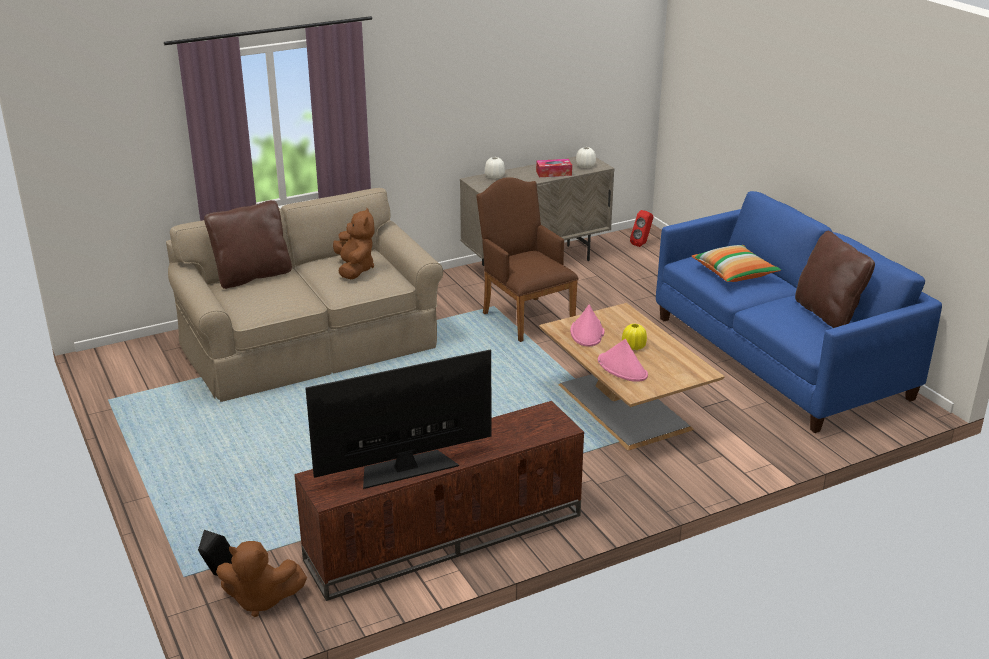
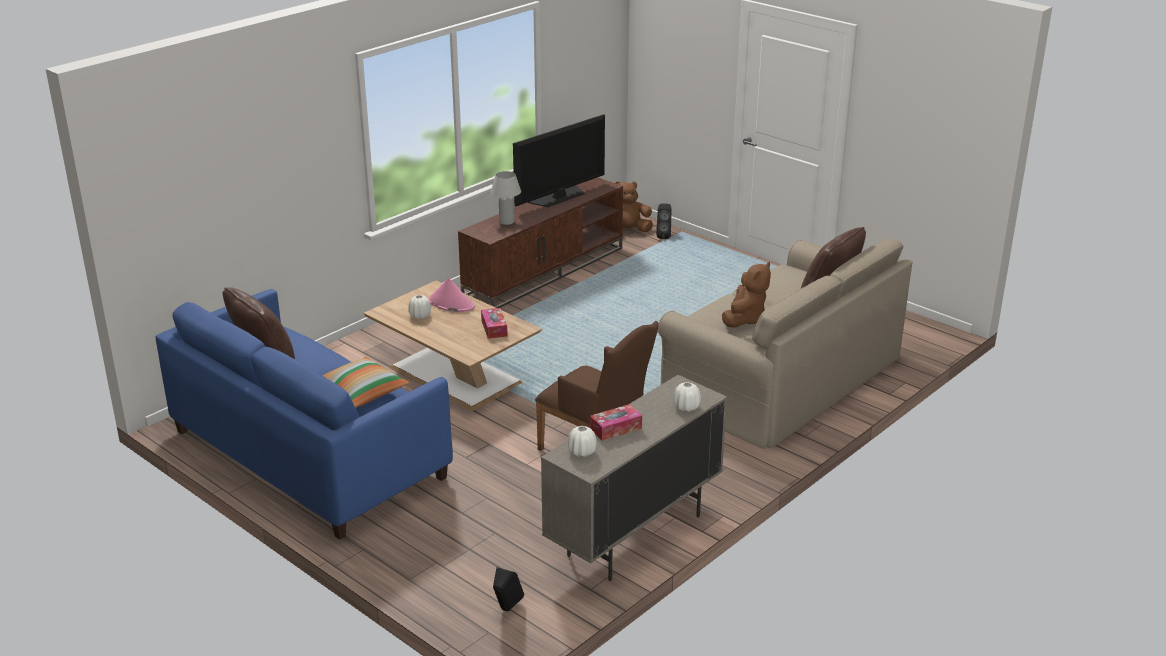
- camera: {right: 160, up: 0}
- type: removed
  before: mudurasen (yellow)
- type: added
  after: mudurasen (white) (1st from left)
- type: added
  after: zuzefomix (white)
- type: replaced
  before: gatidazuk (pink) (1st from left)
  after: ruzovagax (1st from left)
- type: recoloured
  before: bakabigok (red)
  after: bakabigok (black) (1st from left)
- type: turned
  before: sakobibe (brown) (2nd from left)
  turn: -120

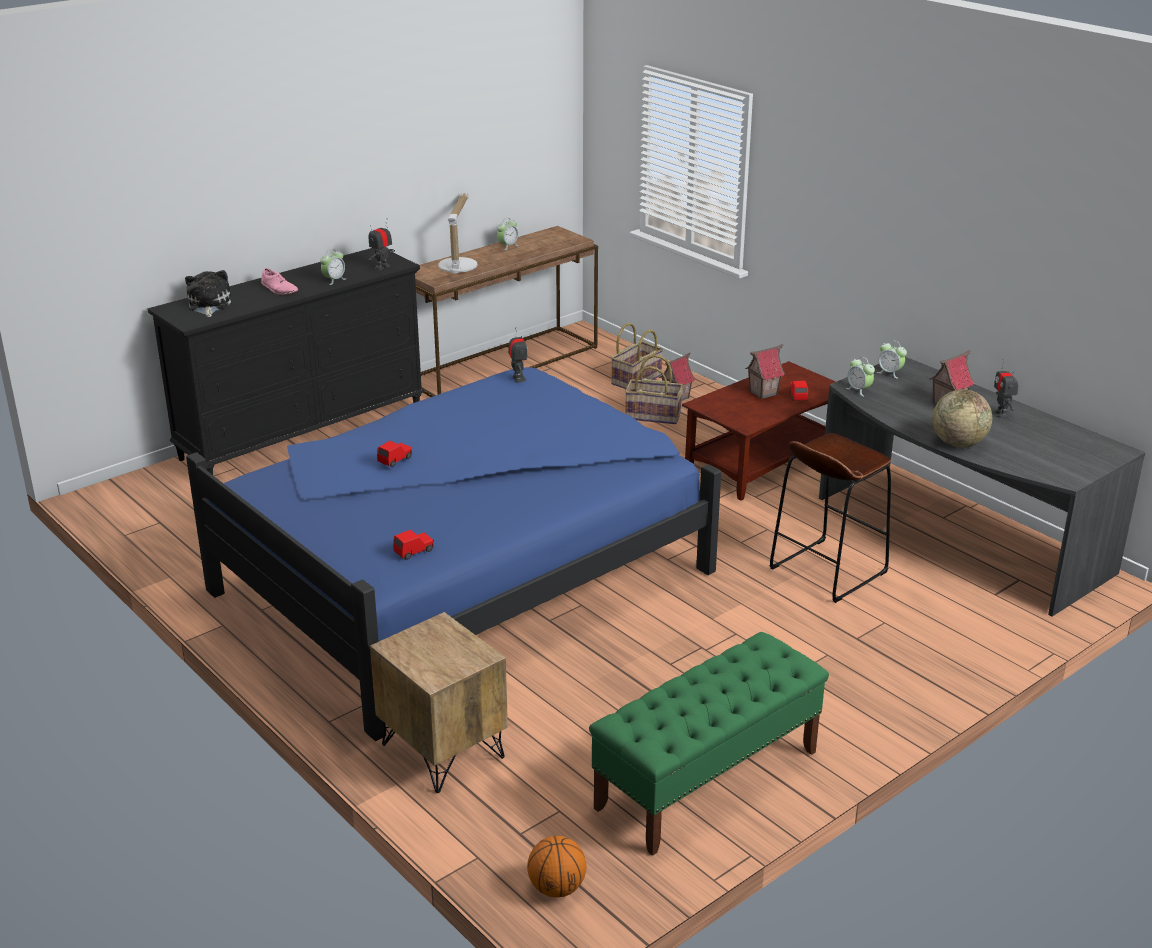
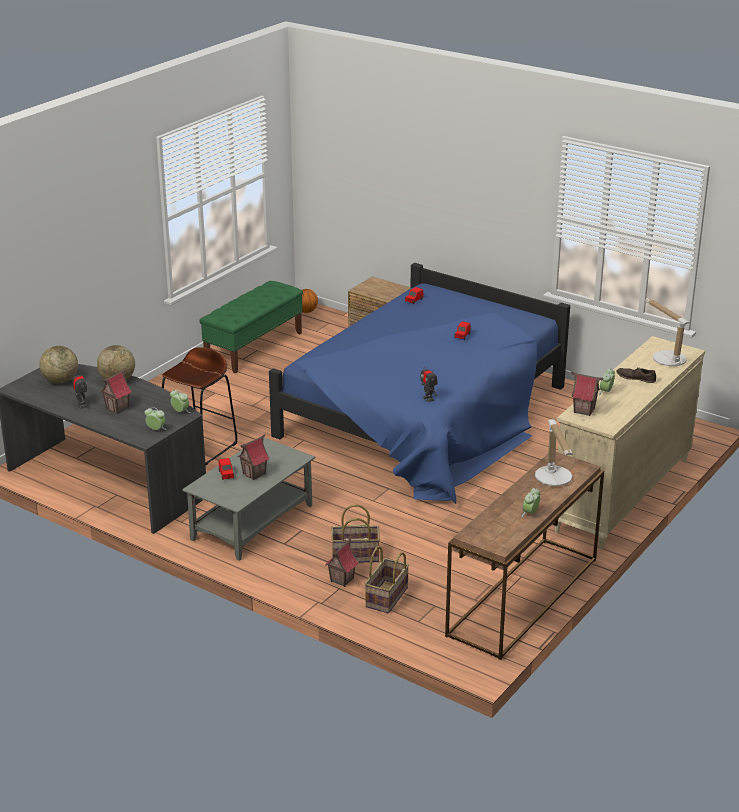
- camera: {right: 165, up: 0}
- type: added
  after: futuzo (1st from left)
- type: replaced
  before: sakobibe
  after: zuzefomix (2nd from left)
- type: replaced
  before: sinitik (1st from left)
  after: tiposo (4th from left)
- type: recoloured
  before: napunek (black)
  after: napunek (beige)
- type: recoloured
  before: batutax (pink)
  after: batutax (brown)
- type: recoloured
  before: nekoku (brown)
  after: nekoku (grey)

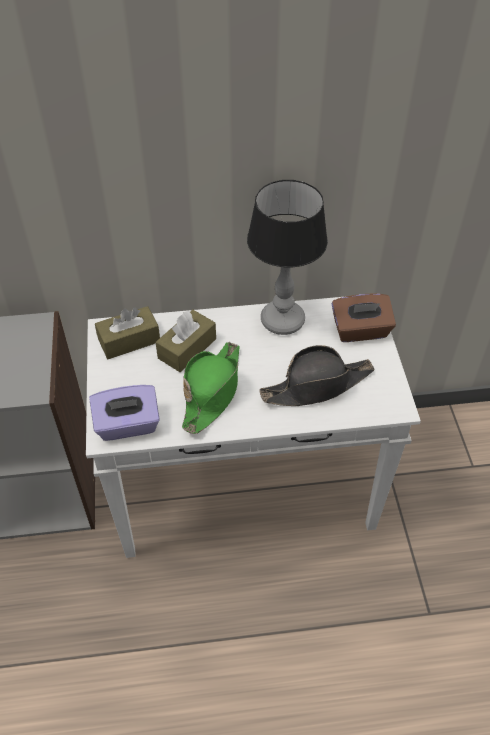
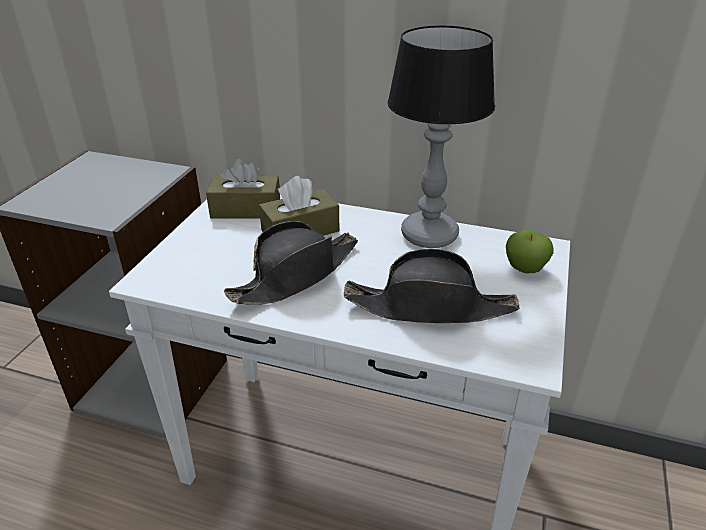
- camera: {right: 25, up: -15}
- type: removed
  before: ruzovagax (purple)
- type: replaced
  before: ruzovagax (brown) (3rd from left)
  after: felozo
- type: recoloured
  before: gatidazuk (green)
  after: gatidazuk (black) (1st from left)

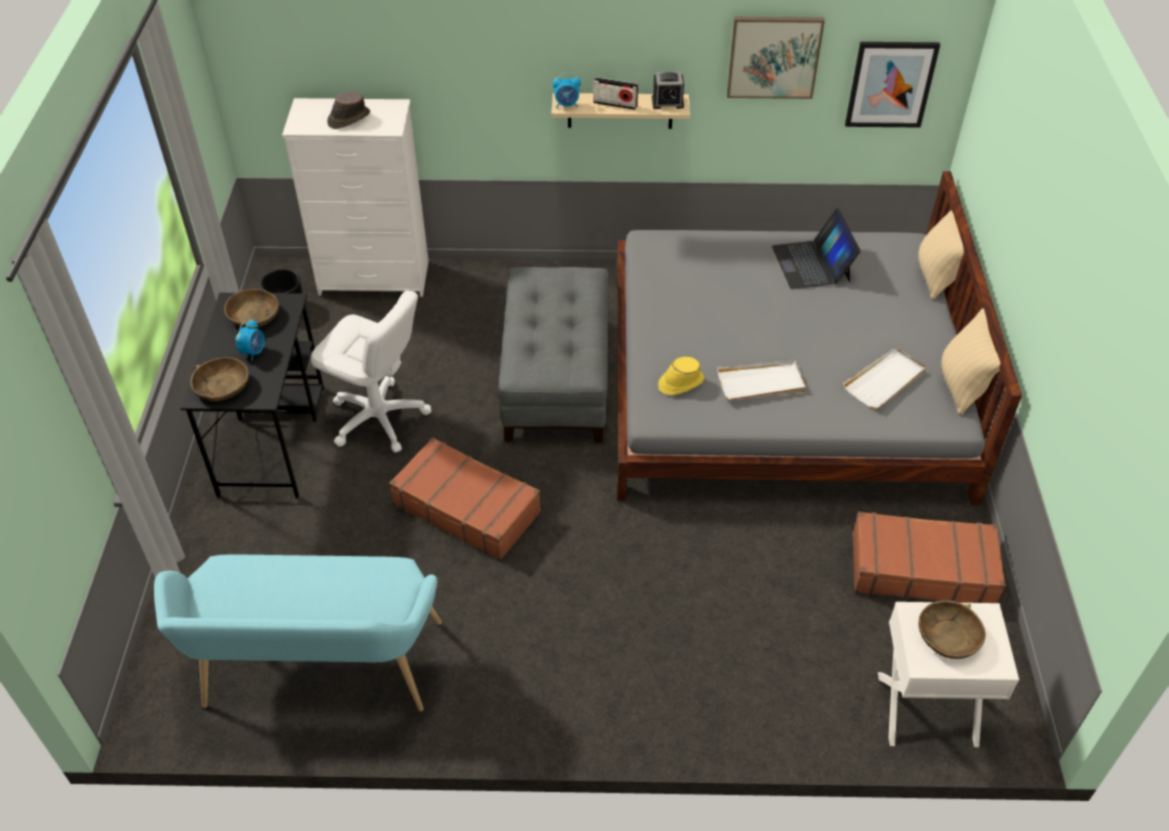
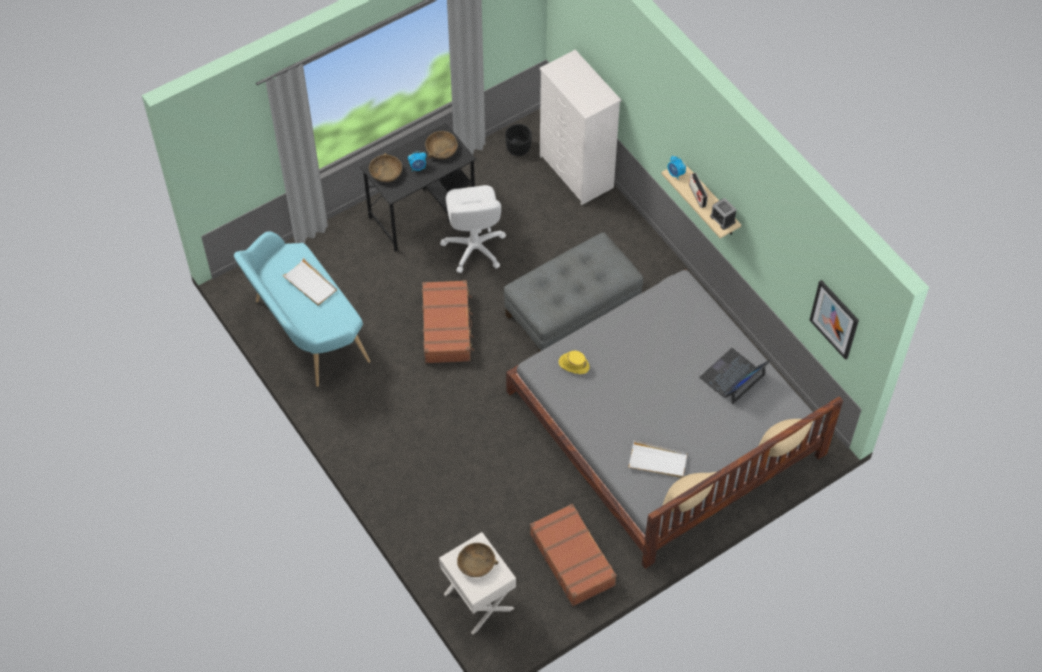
- camera: {right: 55, up: 10}
- type: removed
  before: gatidazuk (brown)
- type: removed
  before: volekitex (1st from left)
- type: moved
  before: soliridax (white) (1st from left)

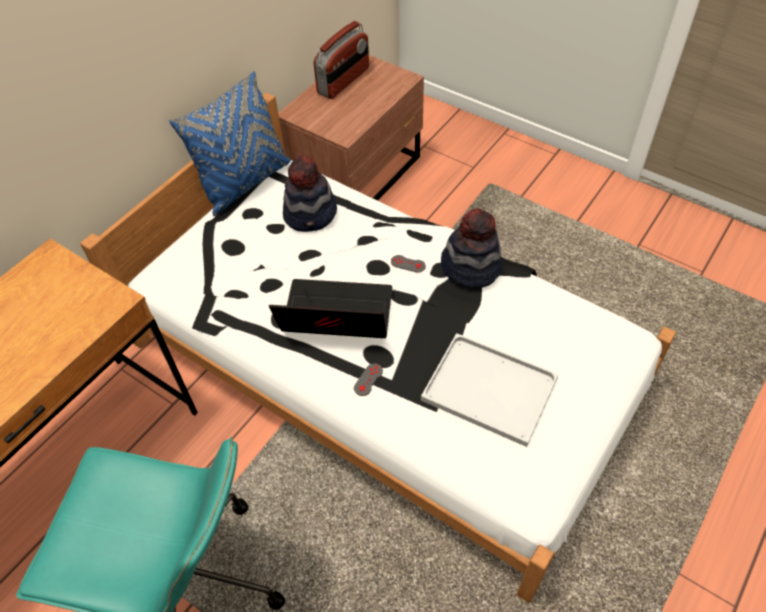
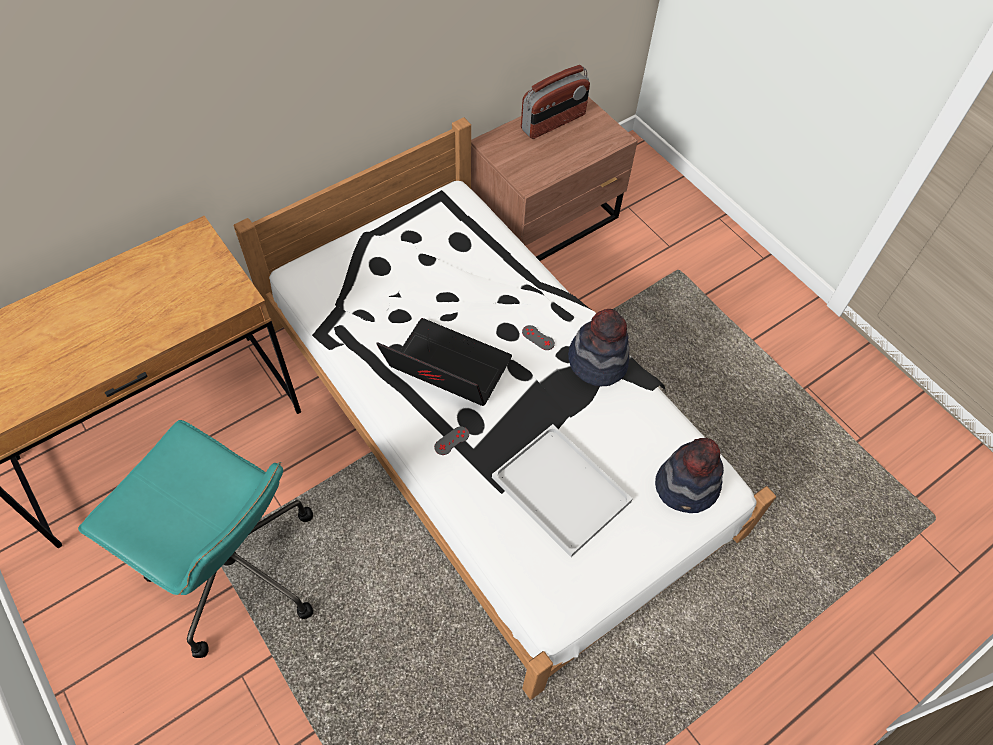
- camera: {right: 15, up: 5}
- type: removed
  before: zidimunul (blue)
- type: moved
  before: gatidazuk (1st from left in the first image)
  after: gatidazuk (2nd from left)

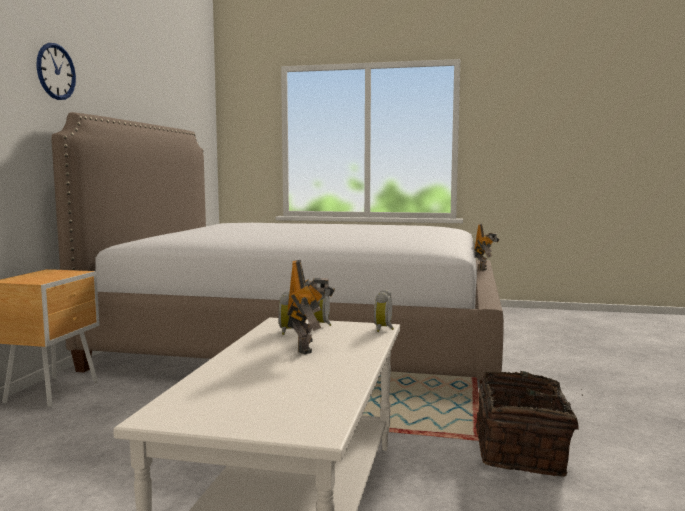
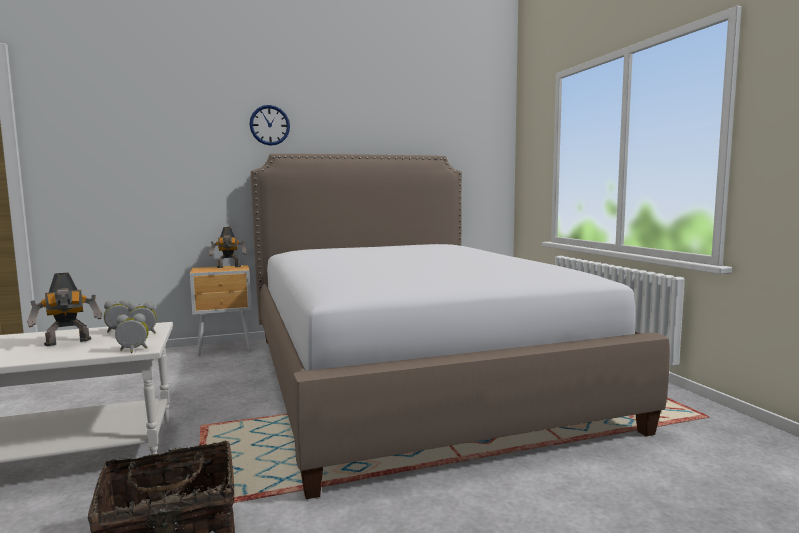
- camera: {right: 60, up: 0}
- type: moved
  before: sinitik (2nd from left)

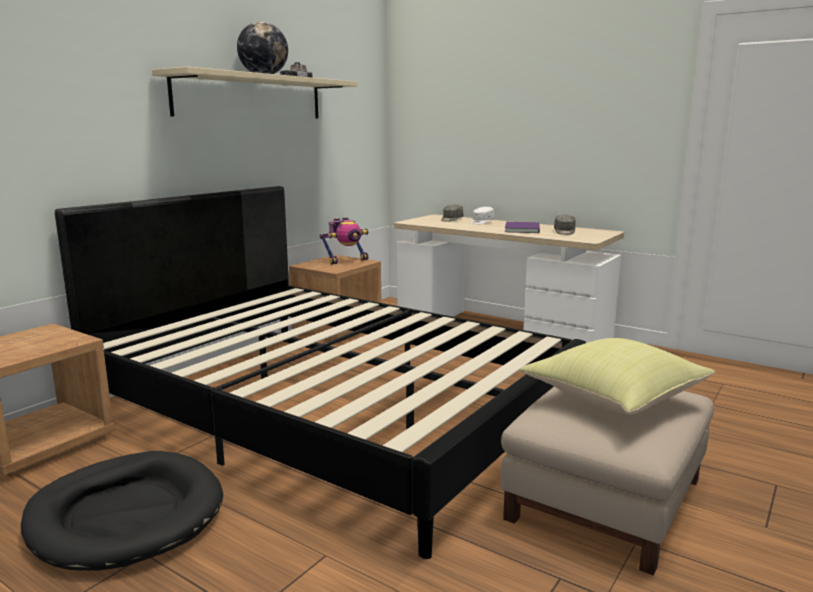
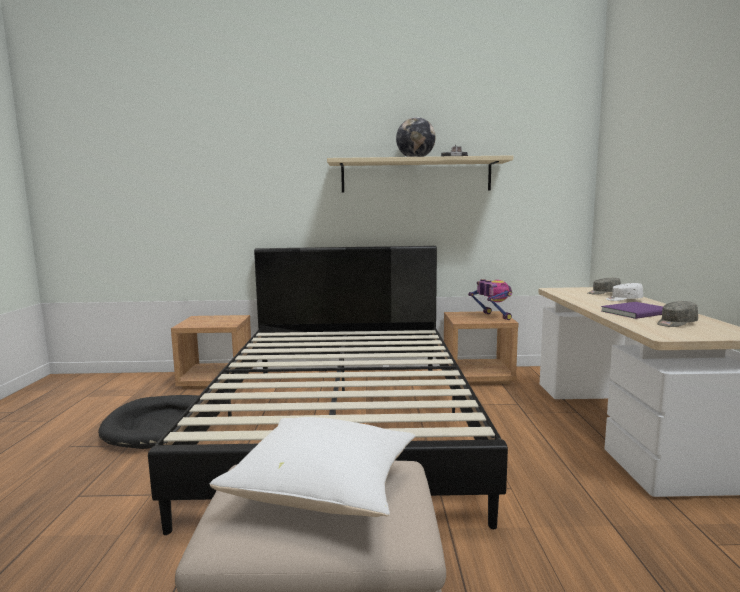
- camera: {right: 55, up: -5}
- type: recoloured
  before: zidimunul (yellow)
  after: zidimunul (white)
- type: turned
  before: sinitik
  turn: -135

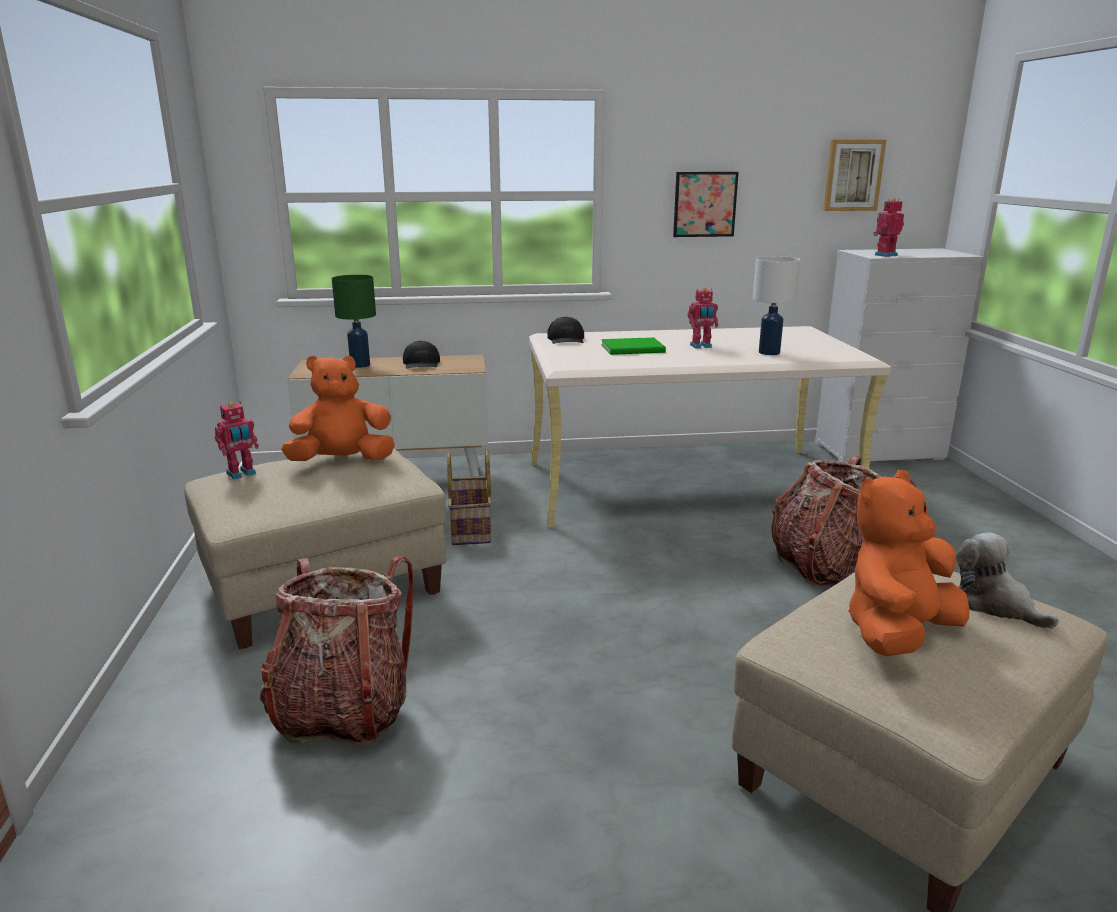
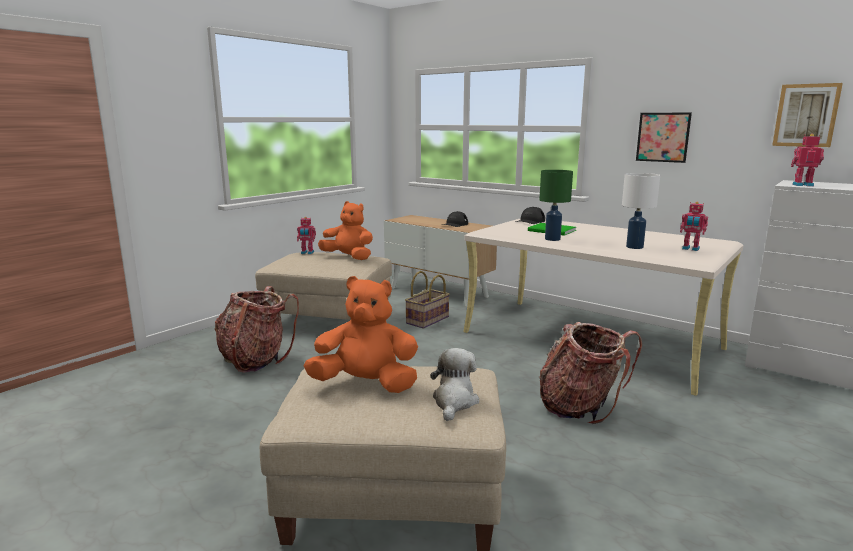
- camera: {right: 45, up: -5}
- type: moved
  before: zuzefomix (green)
- type: moved
  before: sinitik (2nd from left)

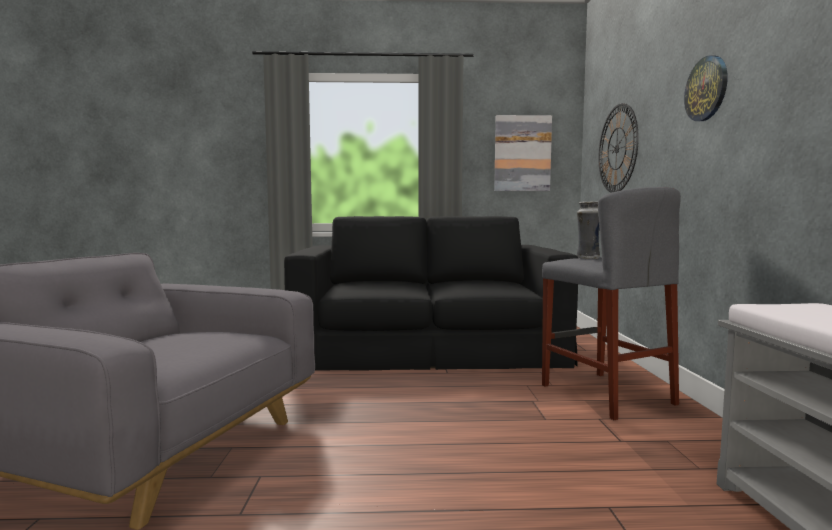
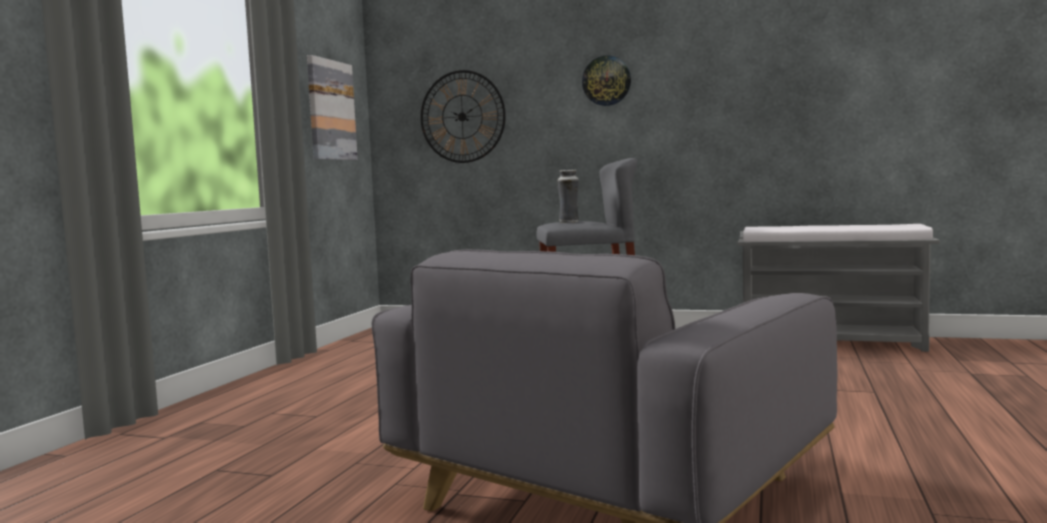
- camera: {right: -70, up: 0}
- type: removed
  before: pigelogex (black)

